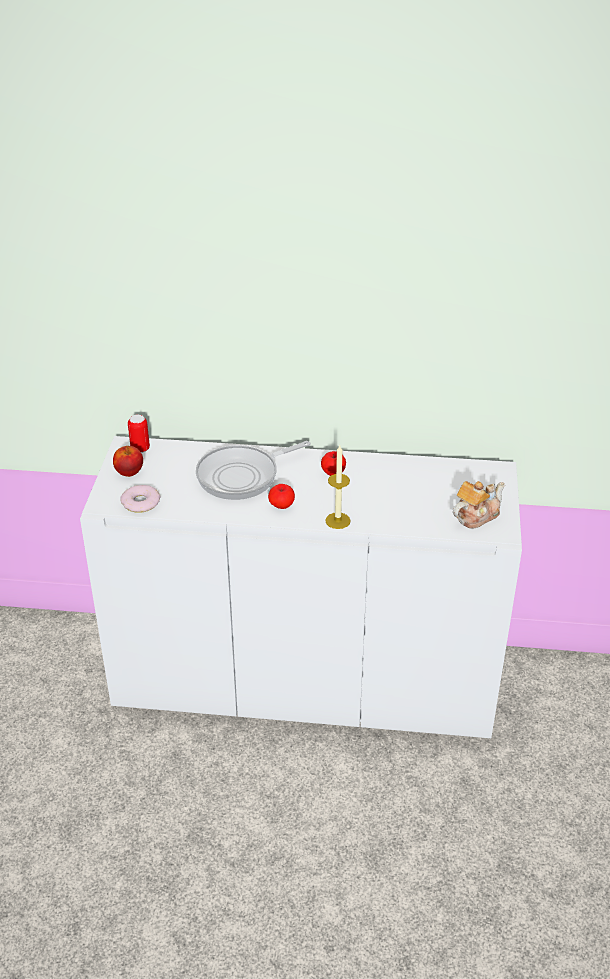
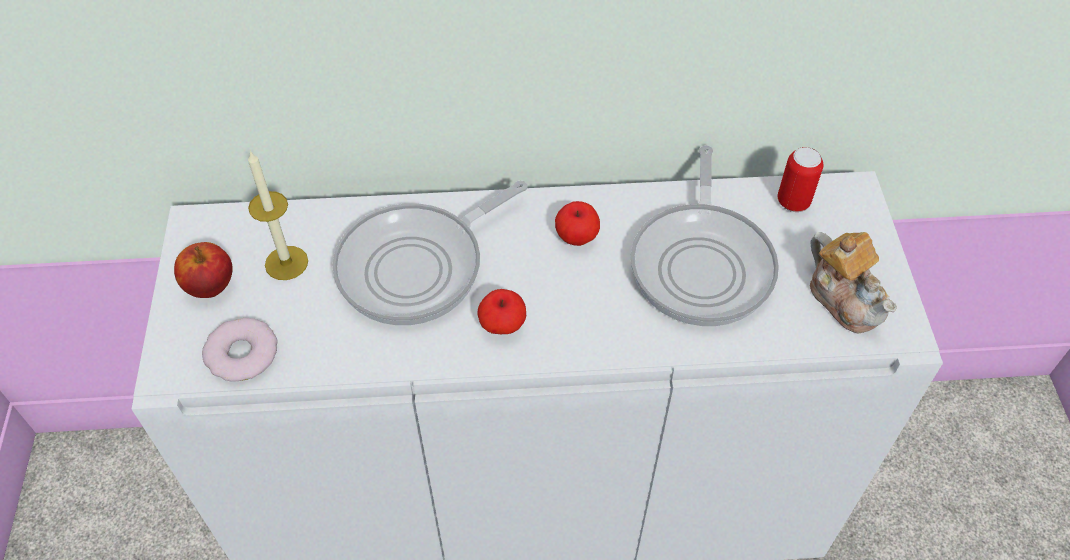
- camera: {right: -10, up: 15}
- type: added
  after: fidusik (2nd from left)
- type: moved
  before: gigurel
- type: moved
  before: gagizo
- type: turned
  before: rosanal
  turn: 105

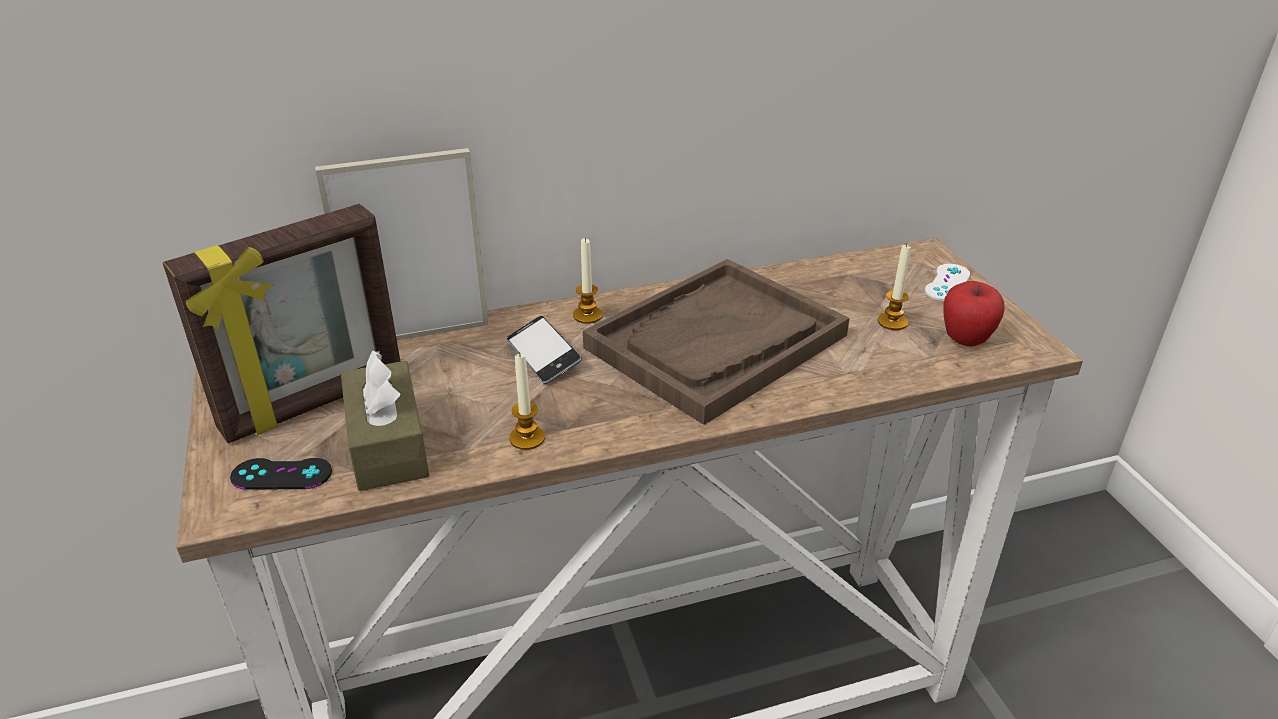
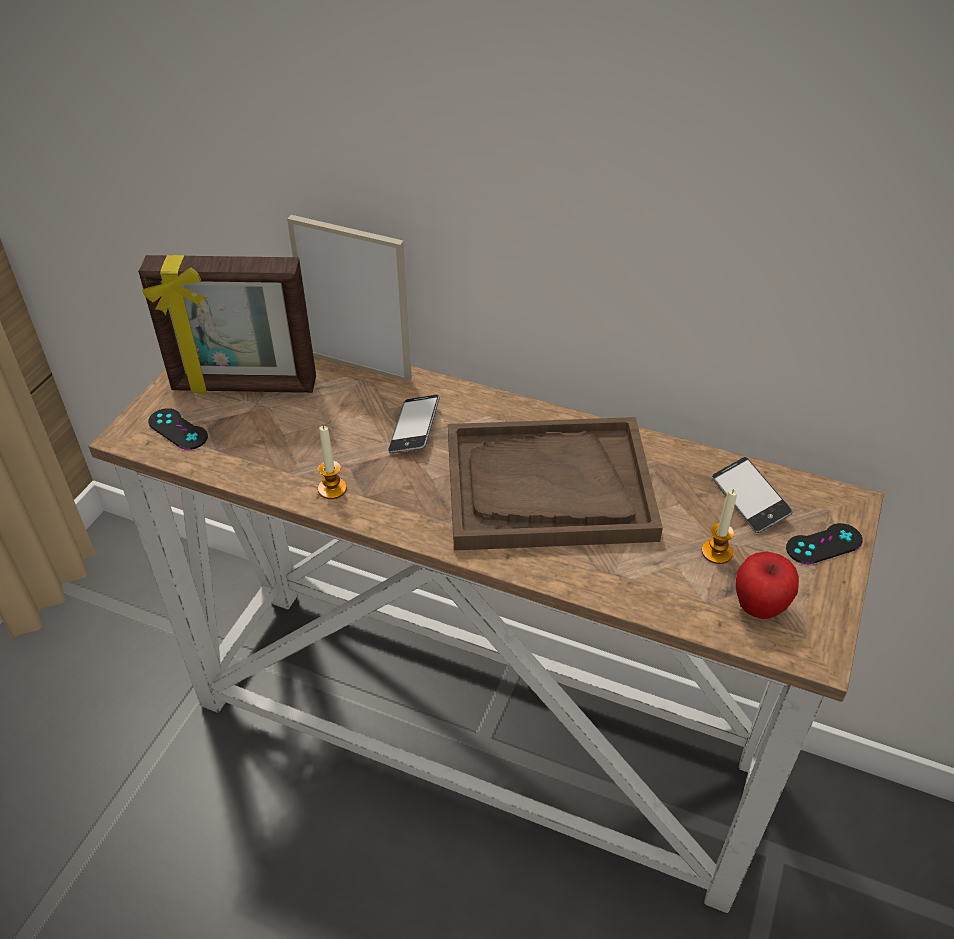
- camera: {right: 40, up: 10}
- type: removed
  before: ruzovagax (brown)
- type: removed
  before: gagizo (2nd from left)
- type: added
  after: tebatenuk (2nd from left)
- type: recoloured
  before: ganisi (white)
  after: ganisi (black) (2nd from left)

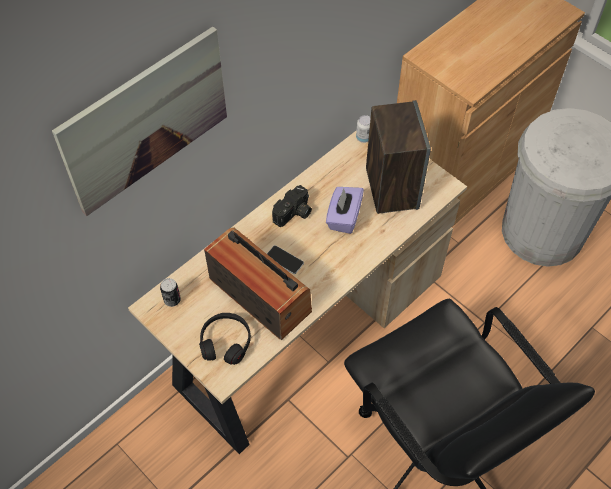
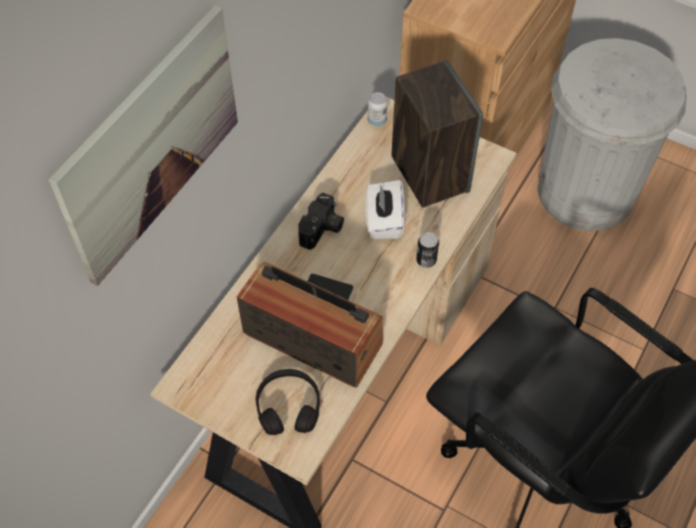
- camera: {right: -15, up: 0}
- type: moved
  before: gigurel (1st from left in the first image)
  after: gigurel (2nd from left)
- type: recoloured
  before: ruzovagax (purple)
  after: ruzovagax (white)

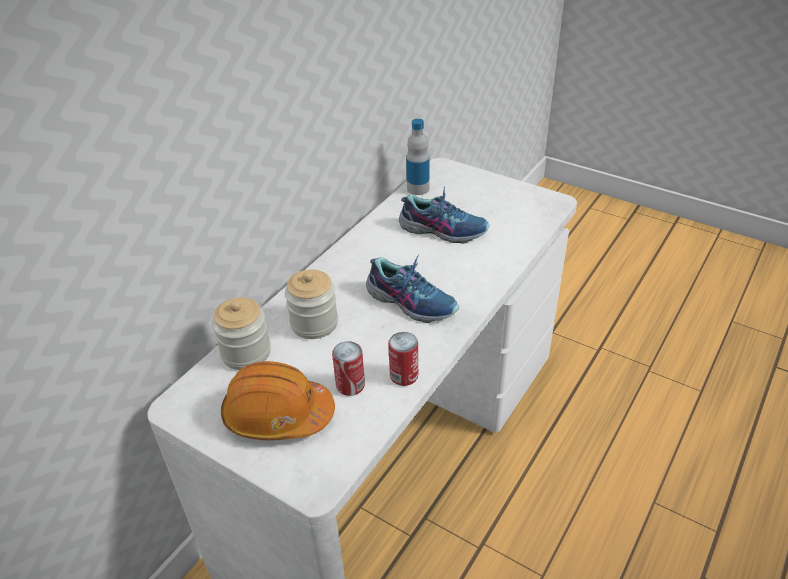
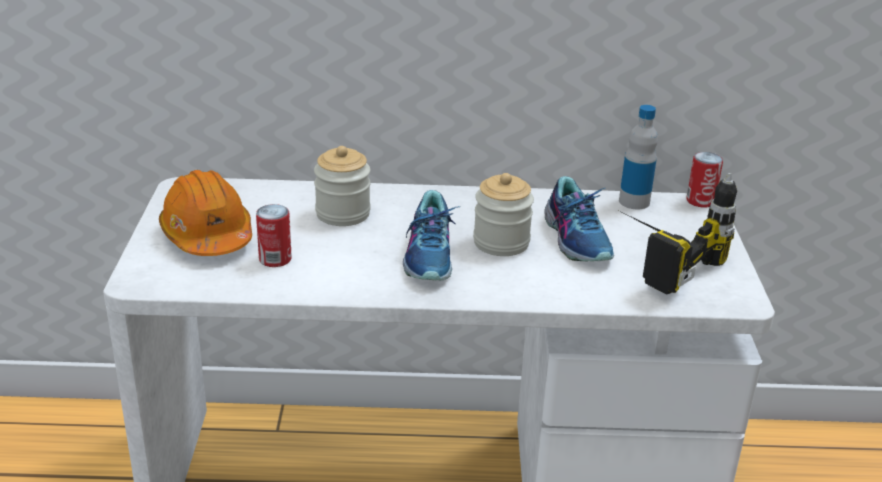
- camera: {right: 55, up: -10}
- type: added
  after: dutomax
- type: moved
  before: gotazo (1st from left in the first image)
  after: gotazo (2nd from left)
- type: moved
  before: gigurel (2nd from left)

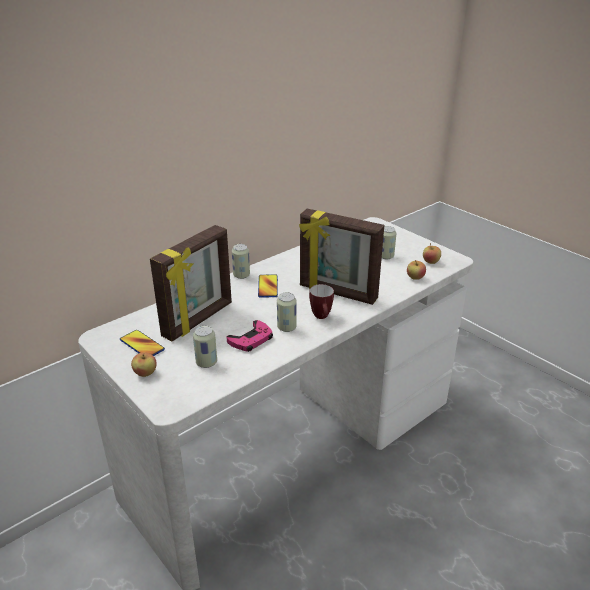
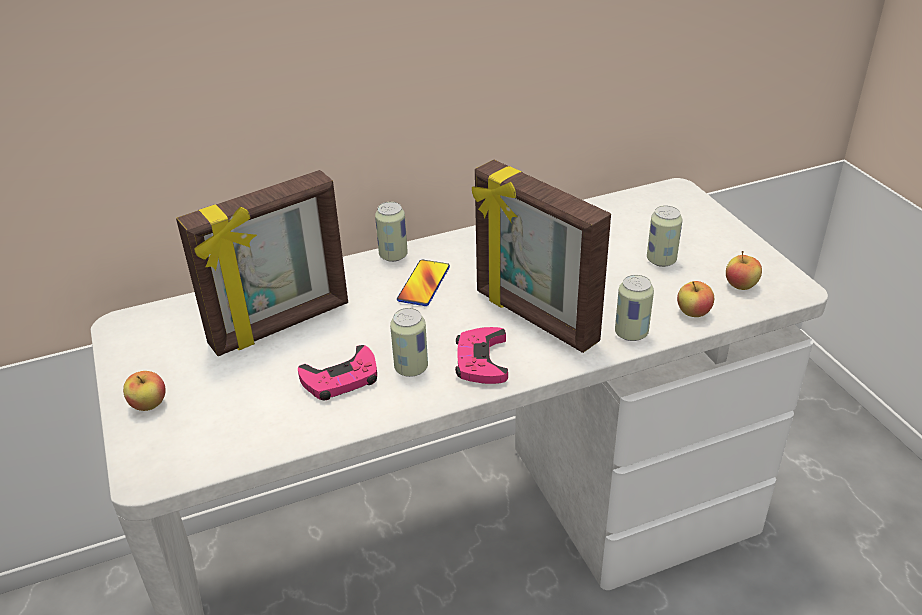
- camera: {right: 20, up: 5}
- type: removed
  before: tebatenuk (1st from left)
- type: moved
  before: gigurel (1st from left in the first image)
  after: gigurel (3rd from left)
- type: replaced
  before: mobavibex
  after: ganisi (pink) (2nd from left)

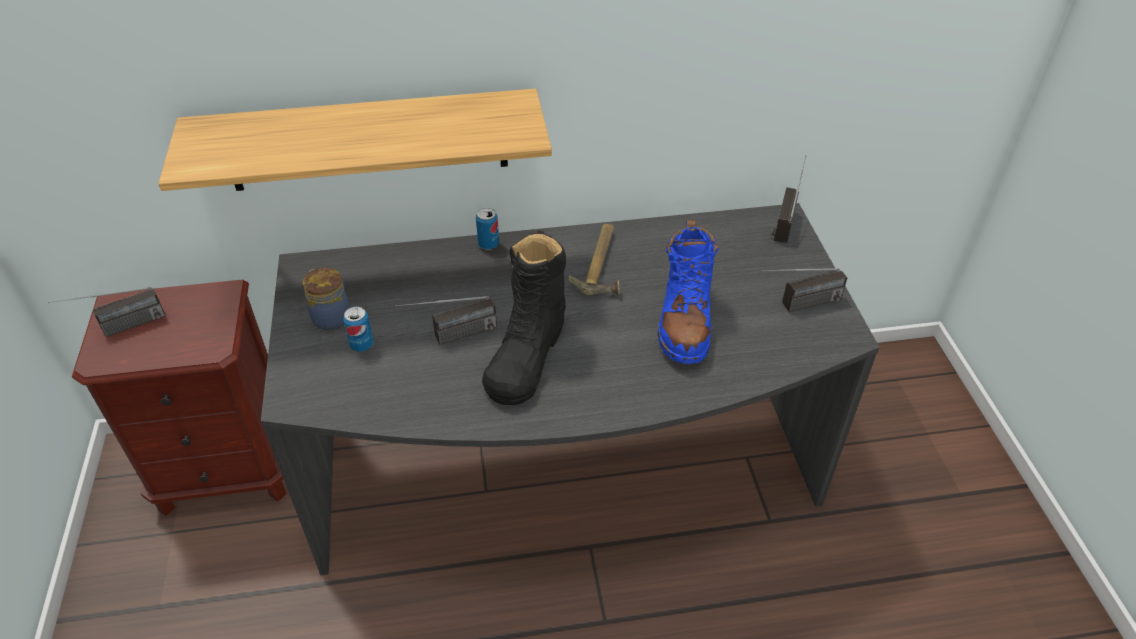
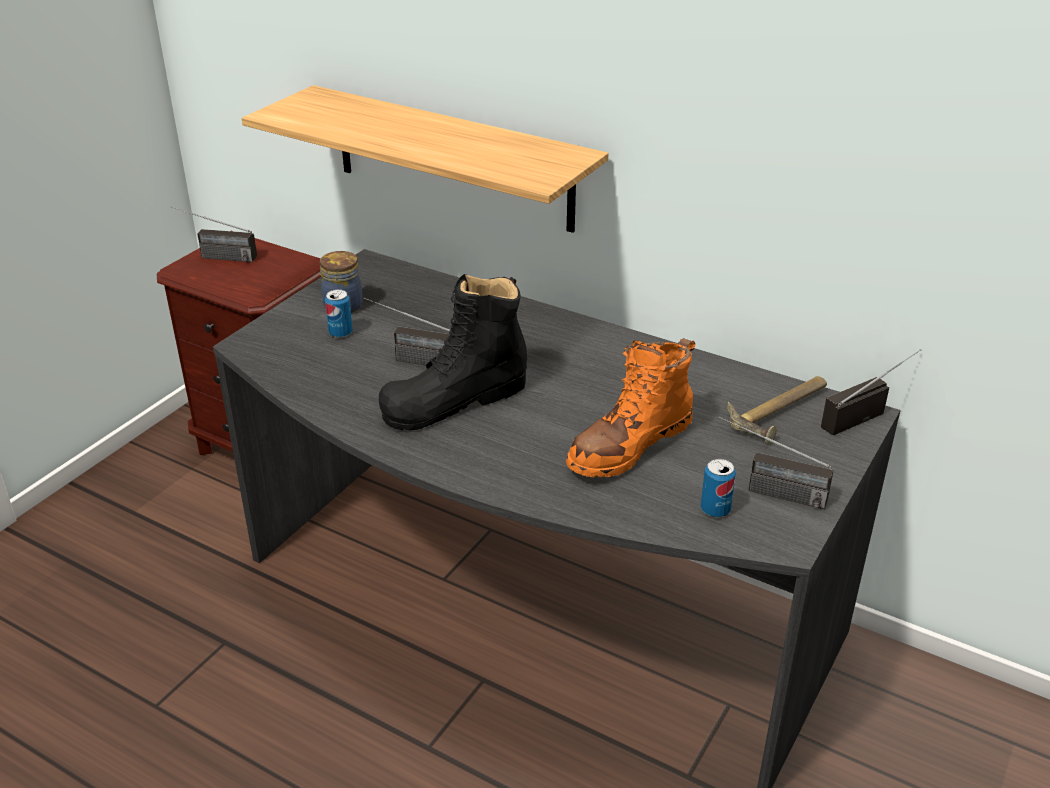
- camera: {right: 40, up: -10}
- type: moved
  before: gigurel (2nd from left)
- type: moved
  before: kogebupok
- type: recoloured
  before: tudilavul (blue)
  after: tudilavul (orange)

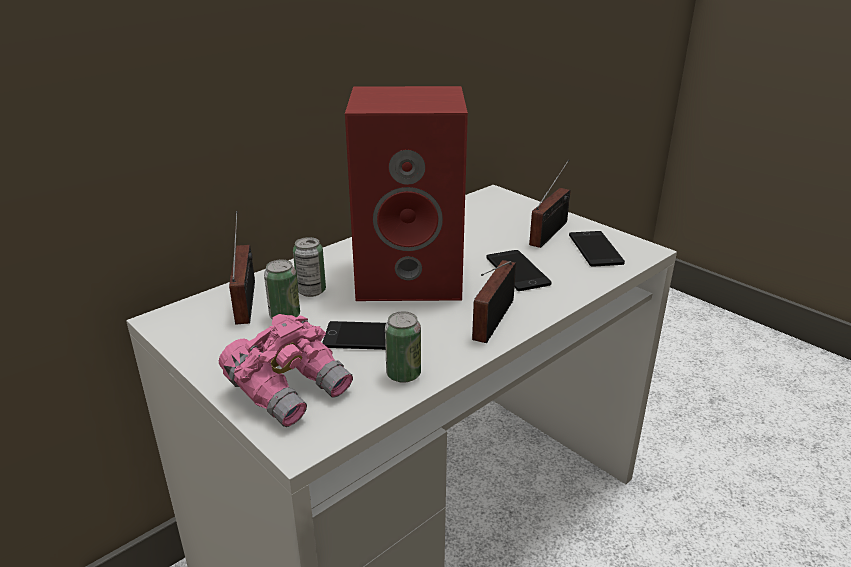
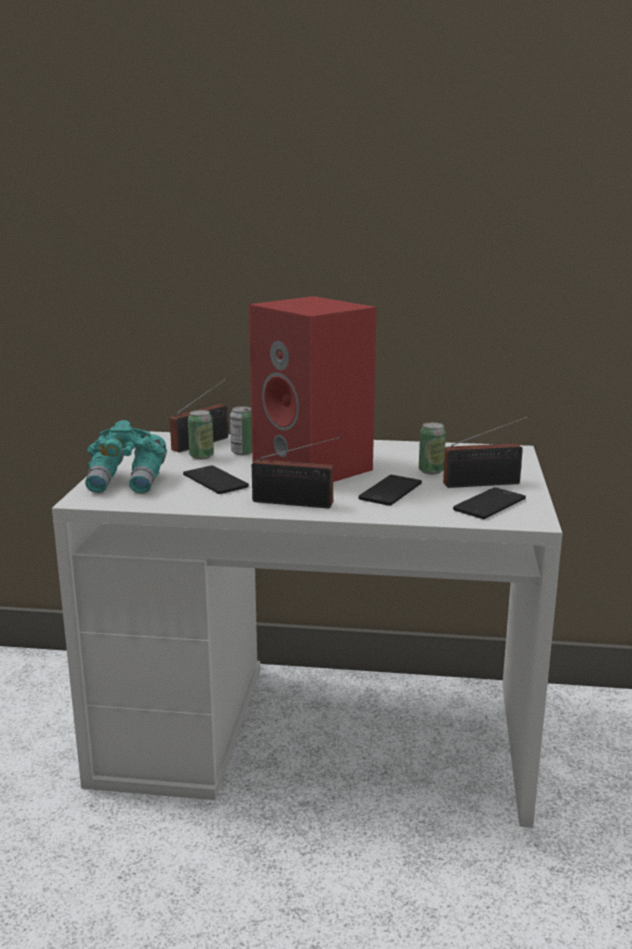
- camera: {right: 50, up: -10}
- type: moved
  before: gigurel (3rd from left)
- type: recoloured
  before: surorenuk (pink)
  after: surorenuk (turquoise)
- type: turned
  before: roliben (2nd from left)
  turn: -150

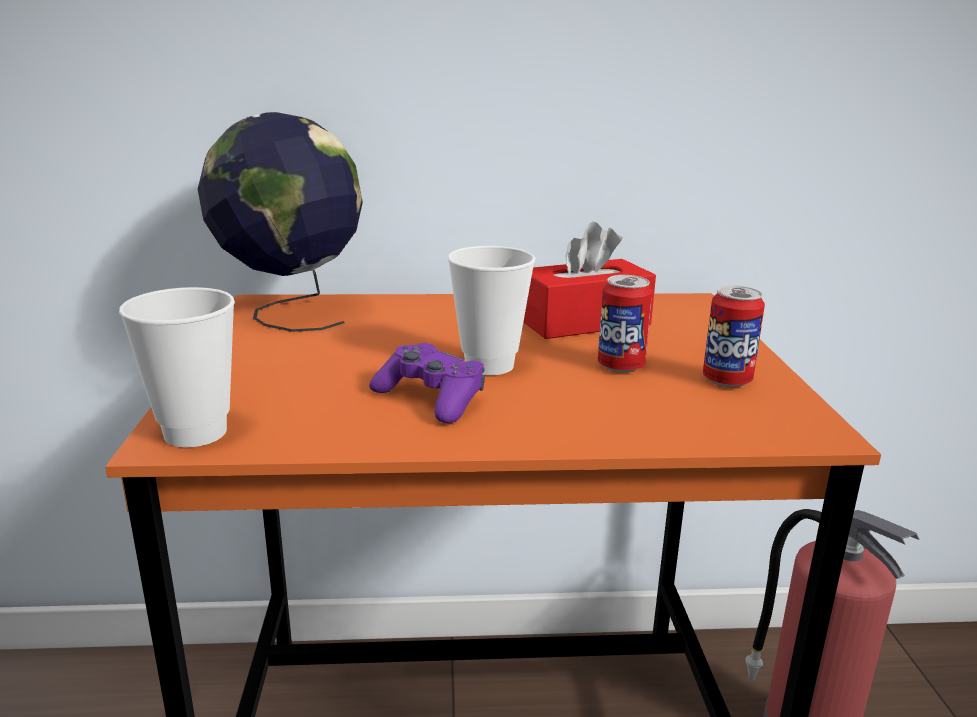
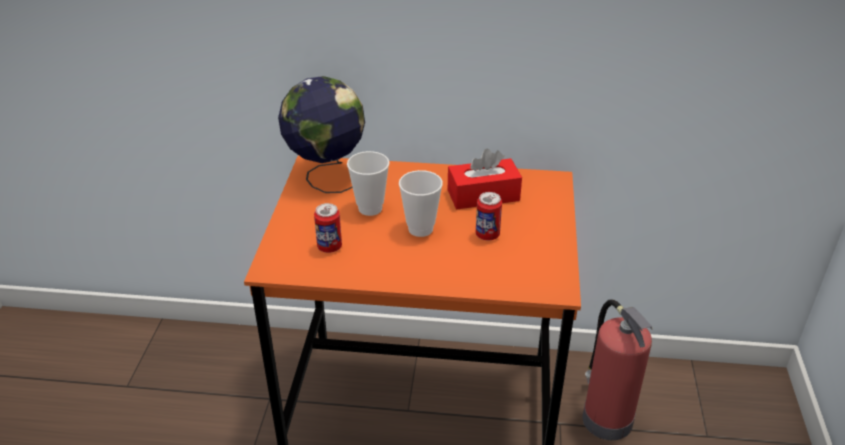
- camera: {right: 10, up: 15}
- type: removed
  before: ganisi (purple)
- type: moved
  before: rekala (1st from left)
- type: moved
  before: gigurel (2nd from left in the first image)
  after: gigurel (1st from left)

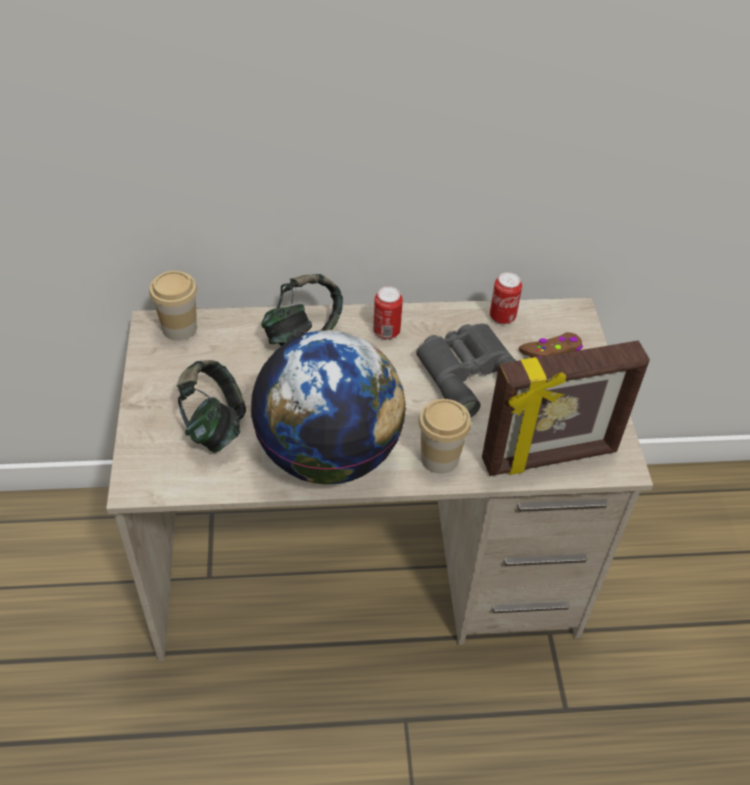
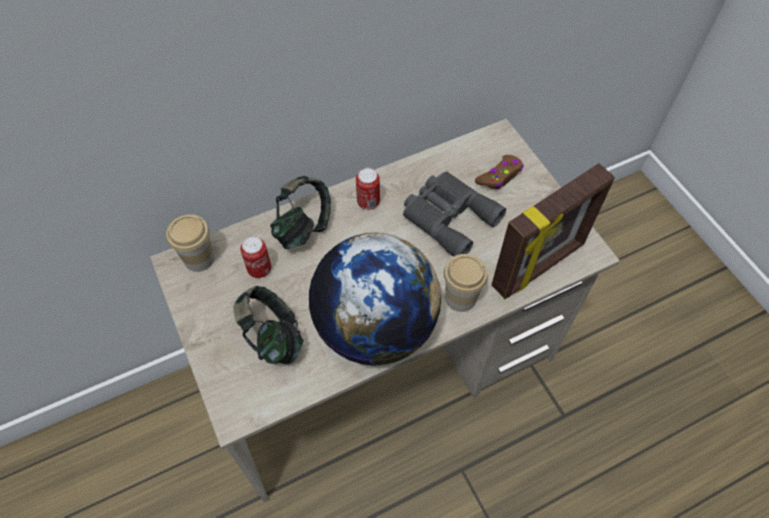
- camera: {right: -20, up: 10}
- type: moved
  before: gigurel (2nd from left in the first image)
  after: gigurel (1st from left)

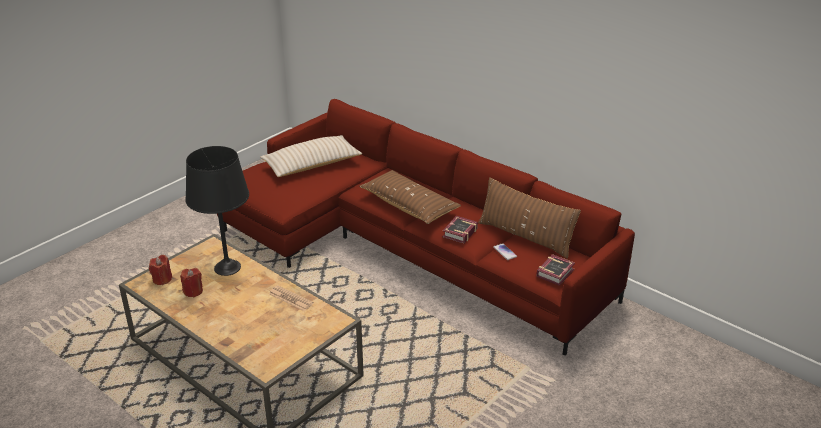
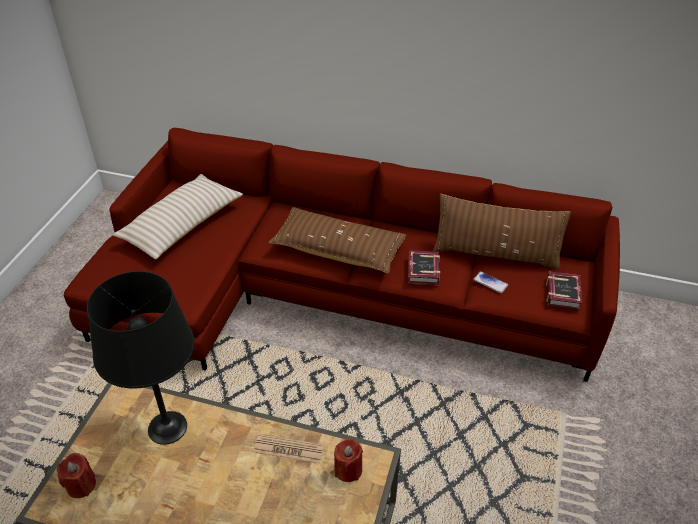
- camera: {right: -25, up: 10}
- type: moved
  before: gagizo (red) (2nd from left)

